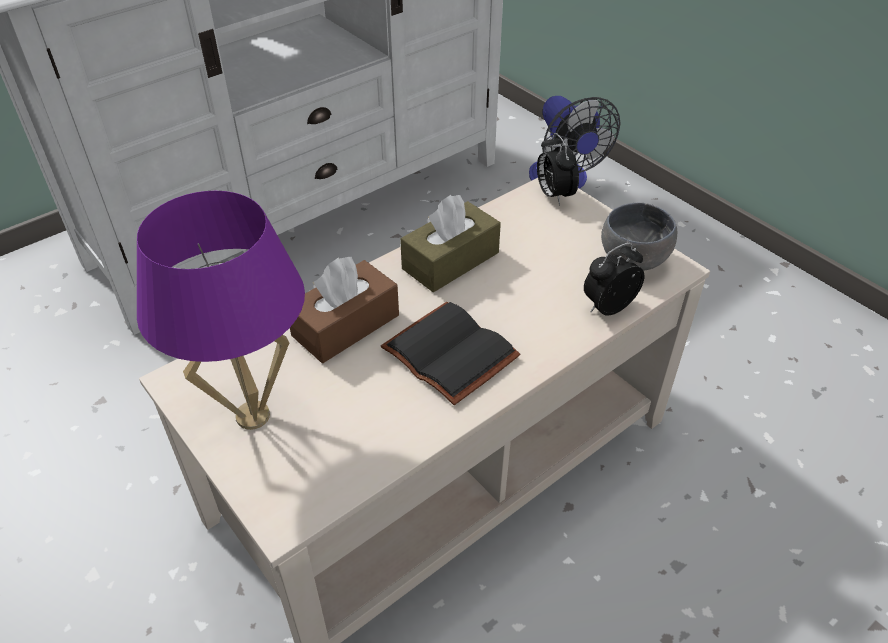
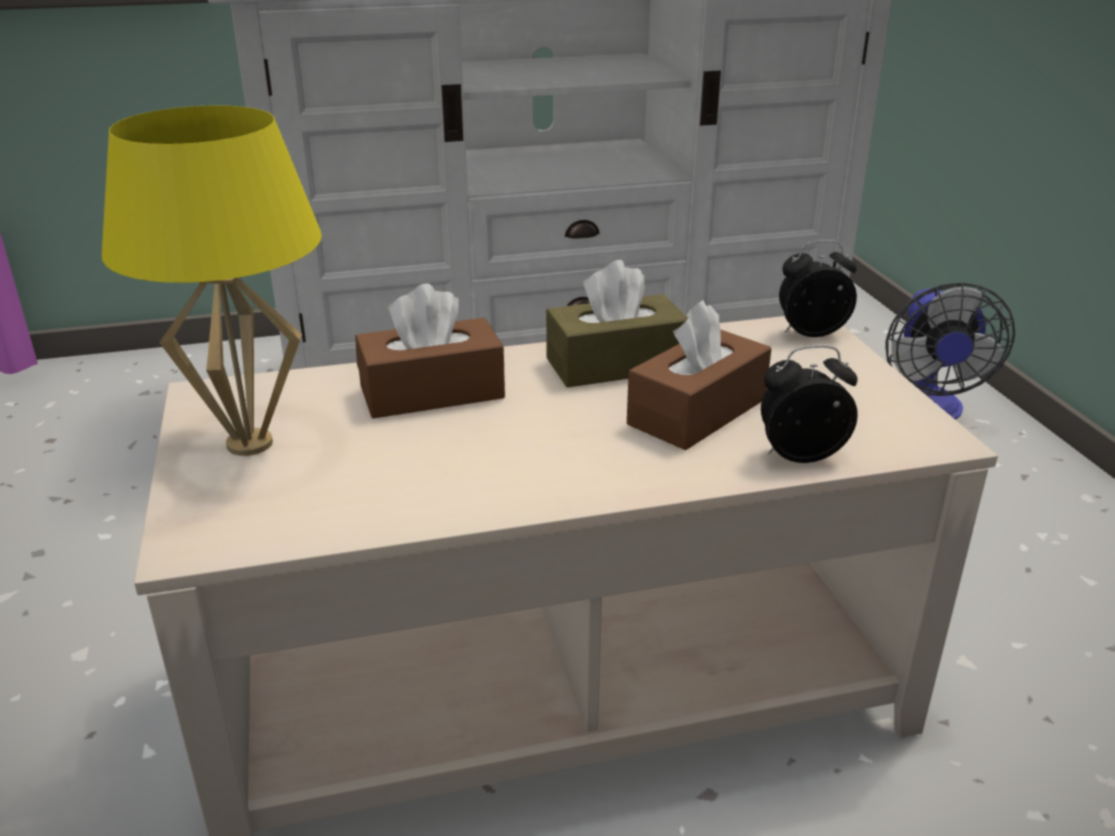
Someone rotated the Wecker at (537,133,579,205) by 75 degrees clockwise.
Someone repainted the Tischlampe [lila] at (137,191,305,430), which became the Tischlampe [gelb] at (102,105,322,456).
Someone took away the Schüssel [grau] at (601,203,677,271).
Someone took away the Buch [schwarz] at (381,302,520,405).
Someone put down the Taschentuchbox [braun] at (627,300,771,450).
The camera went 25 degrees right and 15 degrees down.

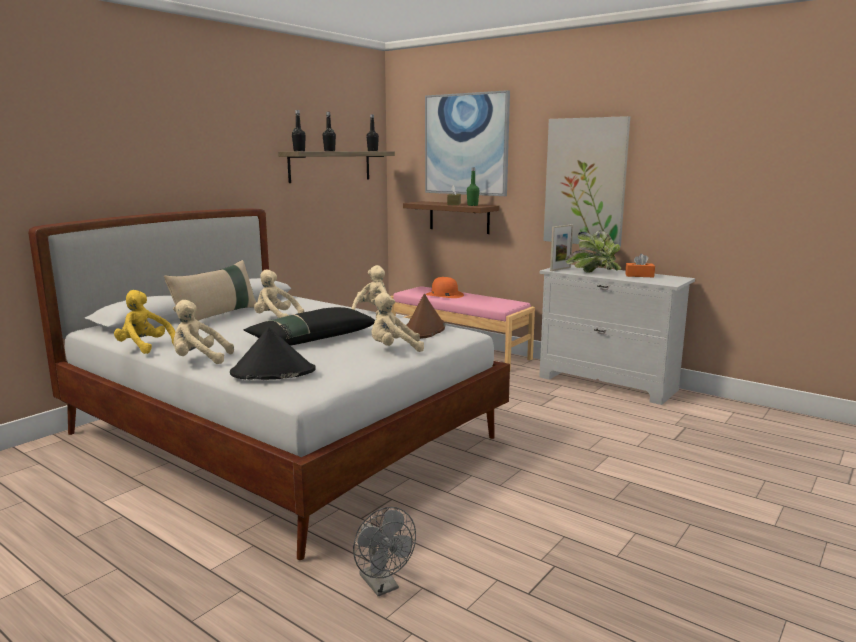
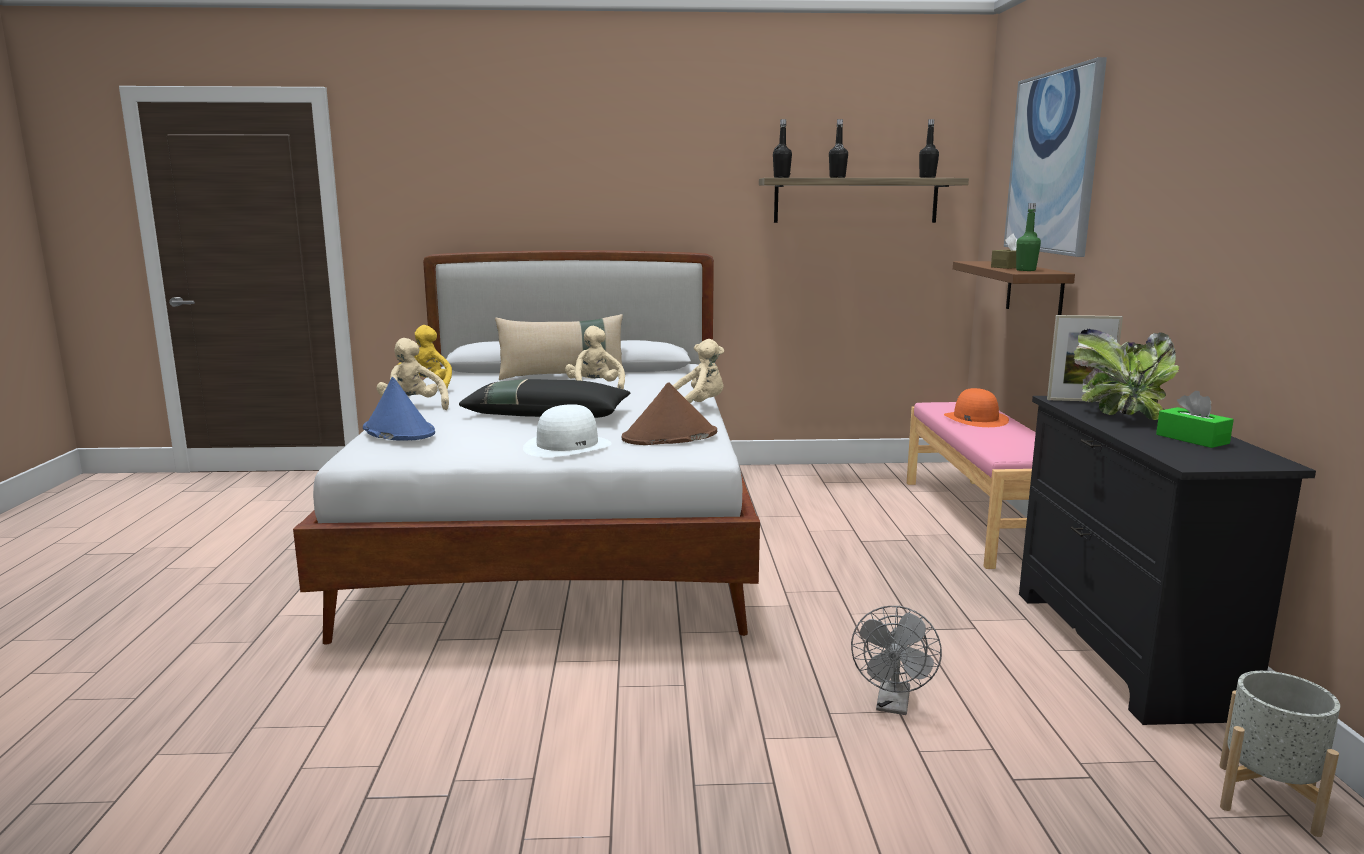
Someone took away the Bild at (543,116,630,247).
Someone repainted the Taschentuchbox [orange] at (625,253,655,277), which became the Taschentuchbox [grün] at (1156,391,1234,448).
Someone repainted the Kommode [weiß] at (539,265,695,405), which became the Kommode [schwarz] at (1019,396,1316,725).
Someone swapped the Plüschtier [beige] at (371,293,424,352) for the Hut [weiß] at (523,404,612,457).
Someone repainted the Hut [schwarz] at (230,327,316,380), which became the Hut [blau] at (363,377,435,440).
Someone carried the Ventilator [grau] from (353,507,416,596) to (851,606,942,715).
Someone put down the Pflanzkübel [grau] at (1219,671,1340,837).
The camera went 50 degrees right and 0 degrees up.

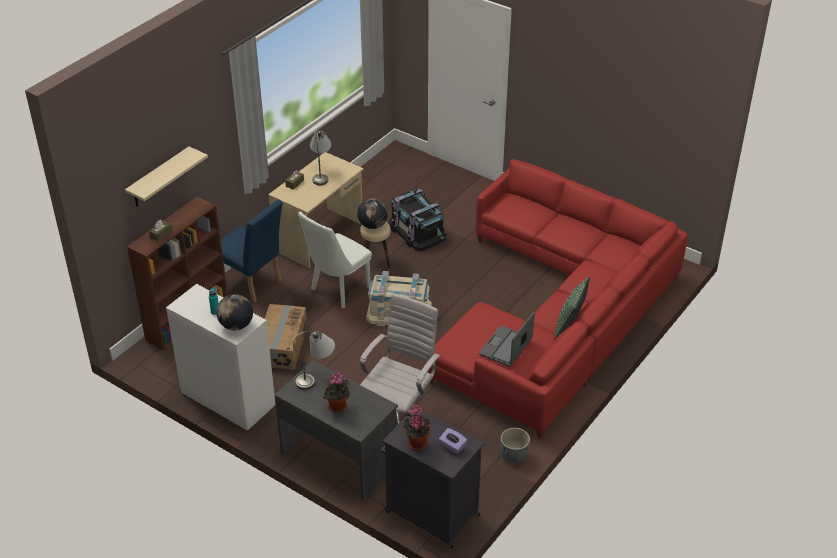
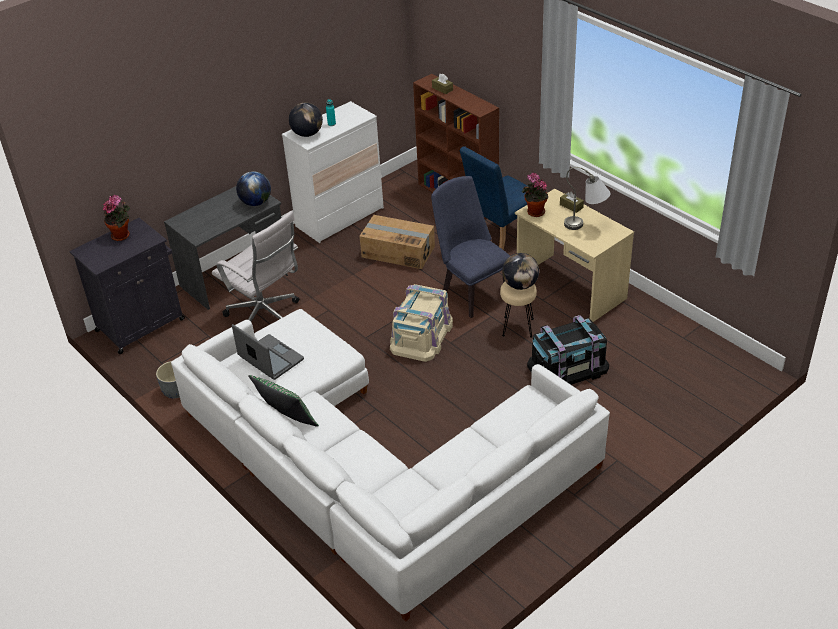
Someone took away the Wandregal [beige] at (125,146,208,206).
Someone repainted the Sofa [rot] at (428,159,688,438), which became the Sofa [weiß] at (171,309,610,622).
Someone repainted the Stuhl [weiß] at (298,212,372,308), which became the Stuhl [blau] at (431,176,510,318).
Someone swapped the Tischlampe [grau] at (293,331,335,390) for the Globus at (236,171,271,206).
Someone carried the Topfpflanze from (323,372,350,413) to (522,172,548,217).
Someone took away the Taschentuchbox [lila] at (439,428,467,454).
The camera went 105 degrees right and 0 degrees up.

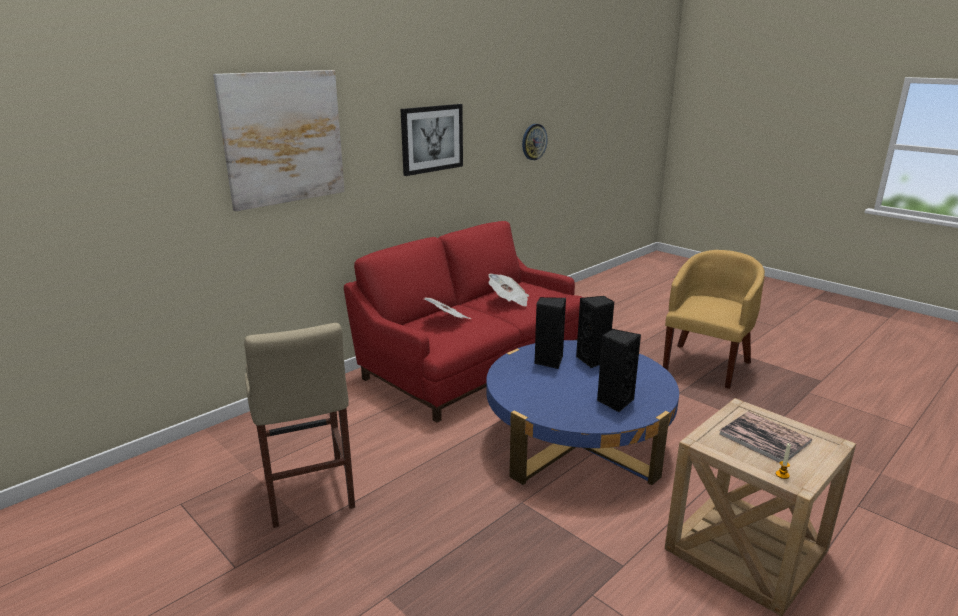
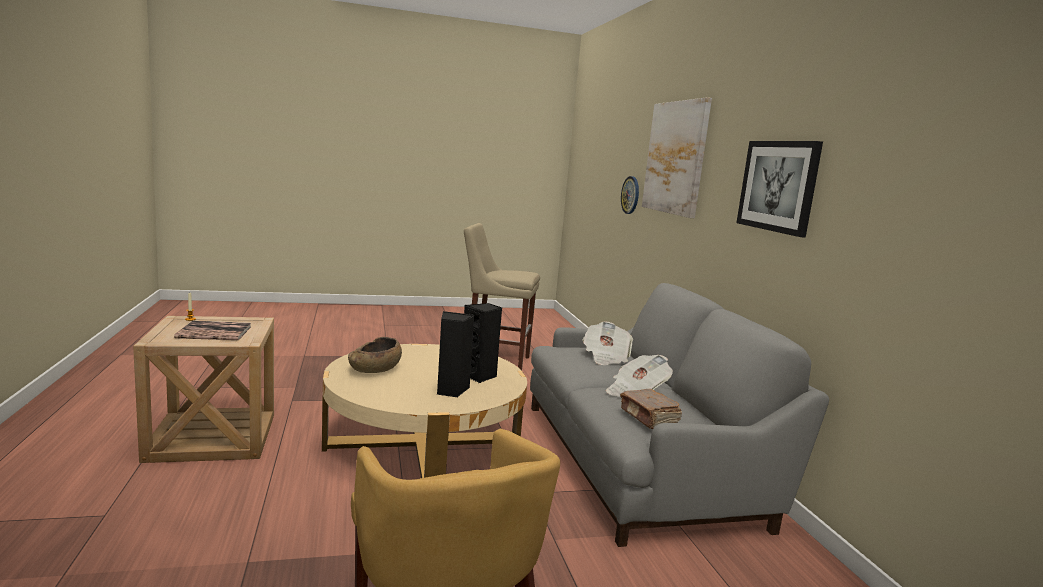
Someone carried the Wanduhr from (522,124,547,160) to (621,176,639,214).
Someone repainted the Sofa [rot] at (344,221,584,423), which became the Sofa [grau] at (530,283,829,547).
Someone swapped the Lautsprecher [schwarz] at (597,329,641,412) for the Schüssel [braun] at (348,337,402,373).
Someone repainted the Couchtisch [blau] at (486,340,679,485), which became the Couchtisch [beige] at (322,344,527,478).
Someone put down the Buch [braun] at (620,389,682,429).
The camera went 120 degrees right and 10 degrees down.

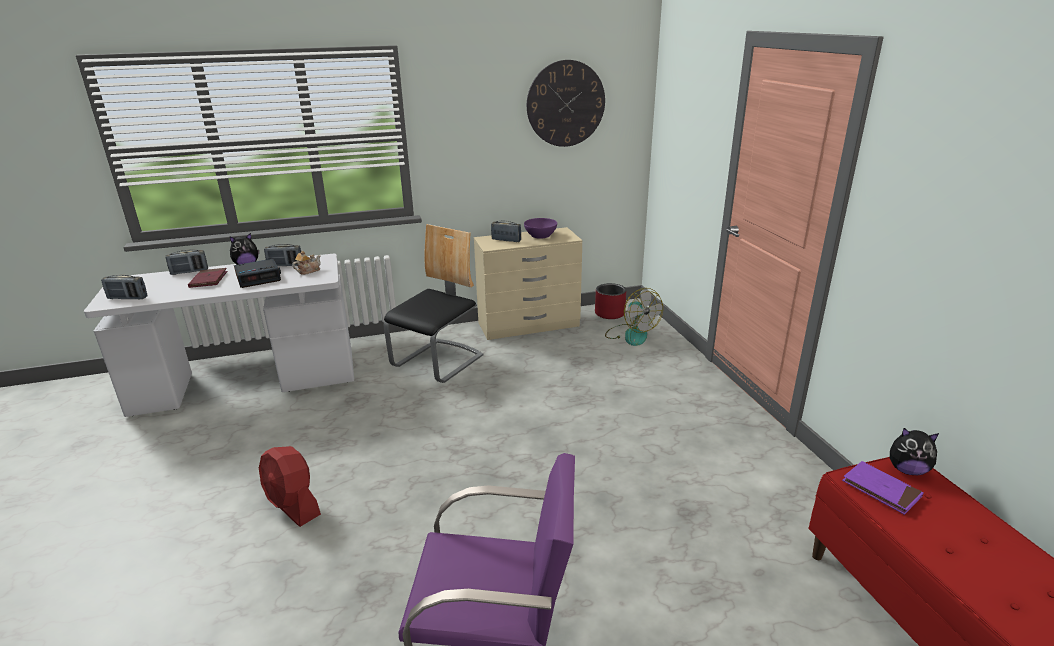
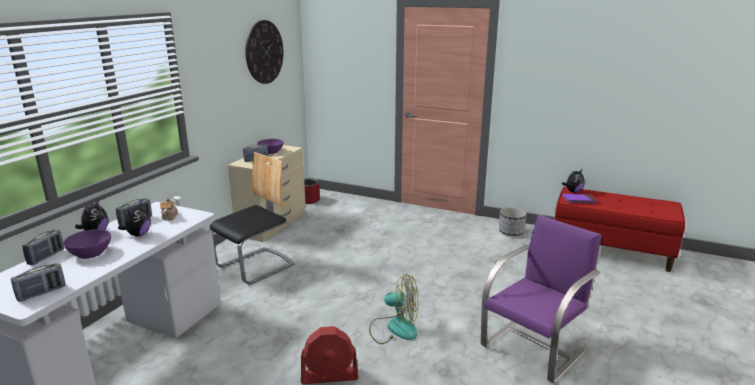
Someone rotated the Stuhl at (384,224,484,383) by 60 degrees clockwise.
Someone swapped the Wecker at (234,259,281,288) for the Plüschtier at (118,201,151,236).
Someone swapped the Buch [rot] at (188,268,228,288) for the Schüssel [lila] at (63,229,111,259).
Someone carried the Ventilator from (605,288,663,346) to (369,274,418,344).
Someone put down the Pflanzkübel at (499,207,527,236).
The camera went 50 degrees left and 5 degrees down.

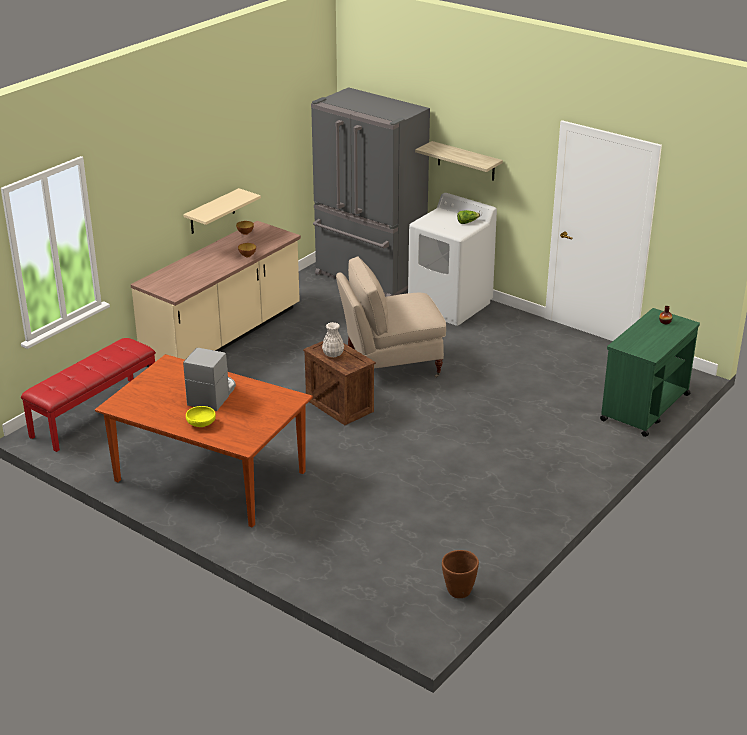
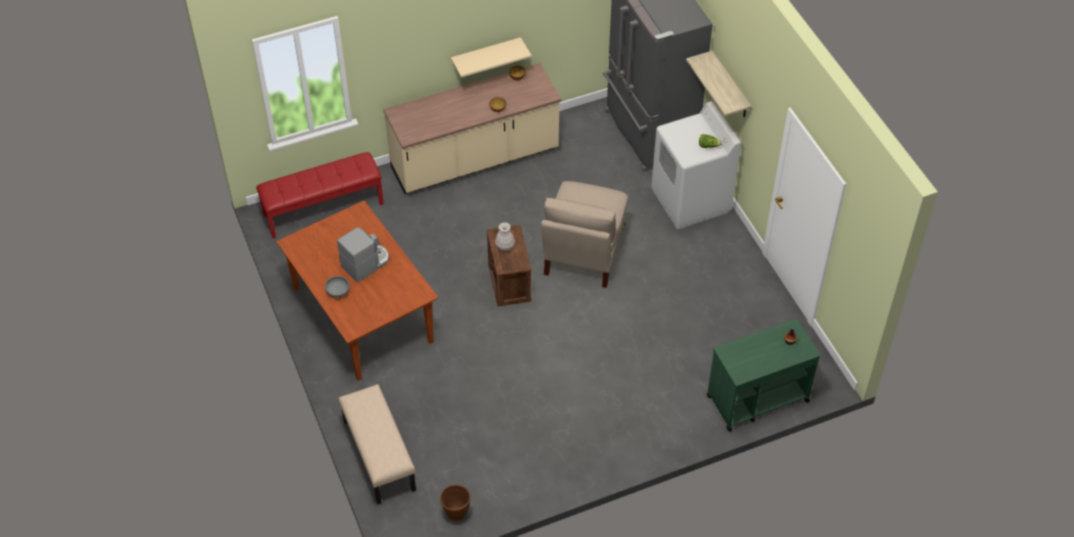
Someone rotated the Stuhl [beige] at (336,256,446,378) by 90 degrees counterclockwise.
Someone repainted the Schüssel [gelb] at (186,406,216,427), which became the Schüssel [grau] at (325,276,350,298).
Someone put down the Bank [beige] at (338,384,416,504).
The camera went 30 degrees right and 20 degrees up.

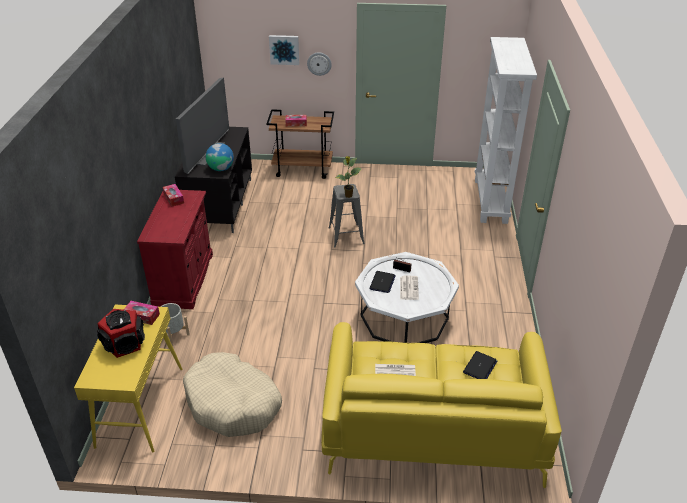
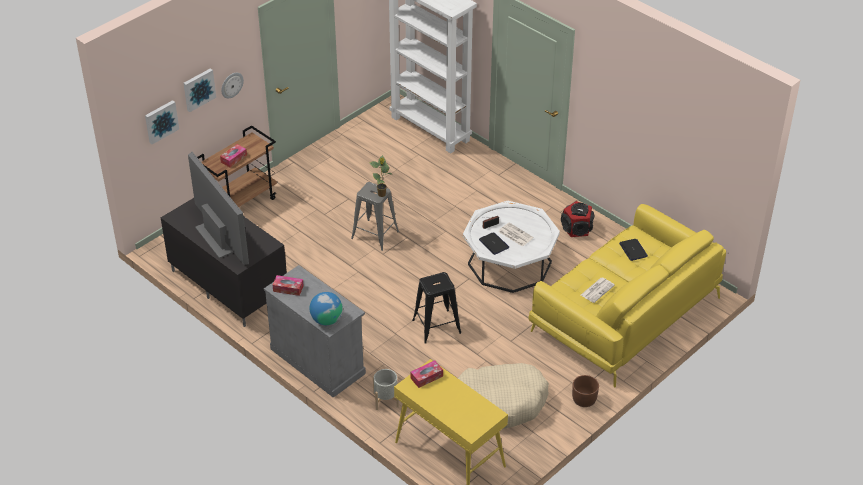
Someone carried the Globus from (206,143,234,171) to (309,292,343,325).
Someone repainted the Schrank [rot] at (137,190,213,309), which became the Schrank [grau] at (264,265,366,398).
Someone carried the Lautsprecher from (97,309,145,358) to (561,201,594,237).
Someone put up the Bild at (145,100,179,144).
Someone put down the Hocker [schwarz] at (412,272,461,343).
Someone put down the Pflanzkübel [braun] at (572,375,599,407).
The camera went 50 degrees left and 5 degrees up.

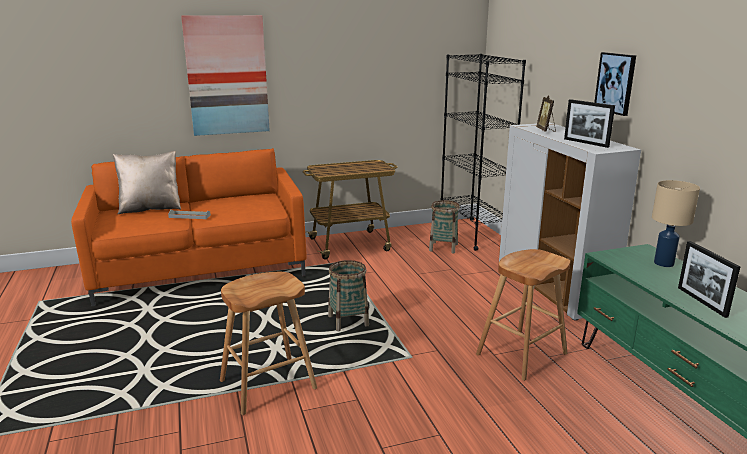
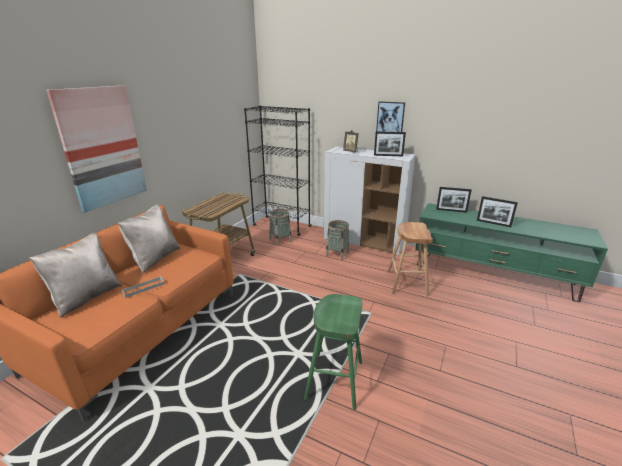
Someone swapped the Tischlampe [beige] at (652,180,700,267) for the Bilderrahmen at (436,187,472,213).
Someone carried the Korb from (328,260,369,331) to (325,220,349,260).
Someone repainted the Hocker [braun] at (220,272,317,415), which became the Hocker [grün] at (304,294,362,410).
Someone put down the Kissen [beige] at (118,204,180,273).
The camera went 45 degrees left and 5 degrees up.

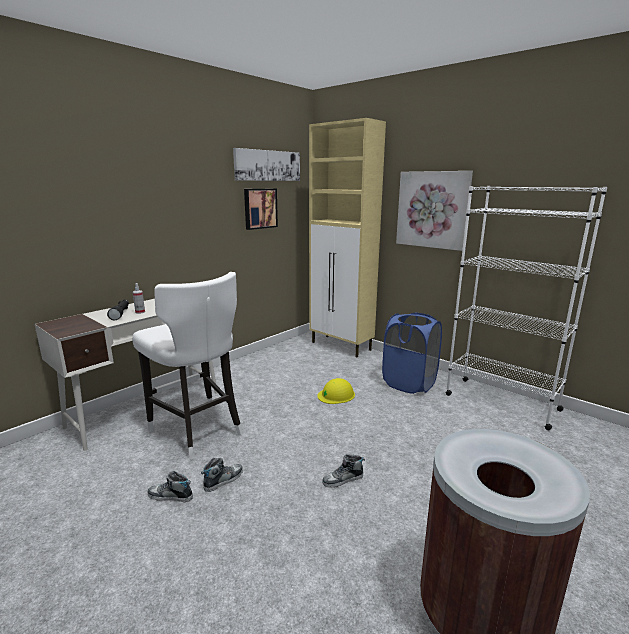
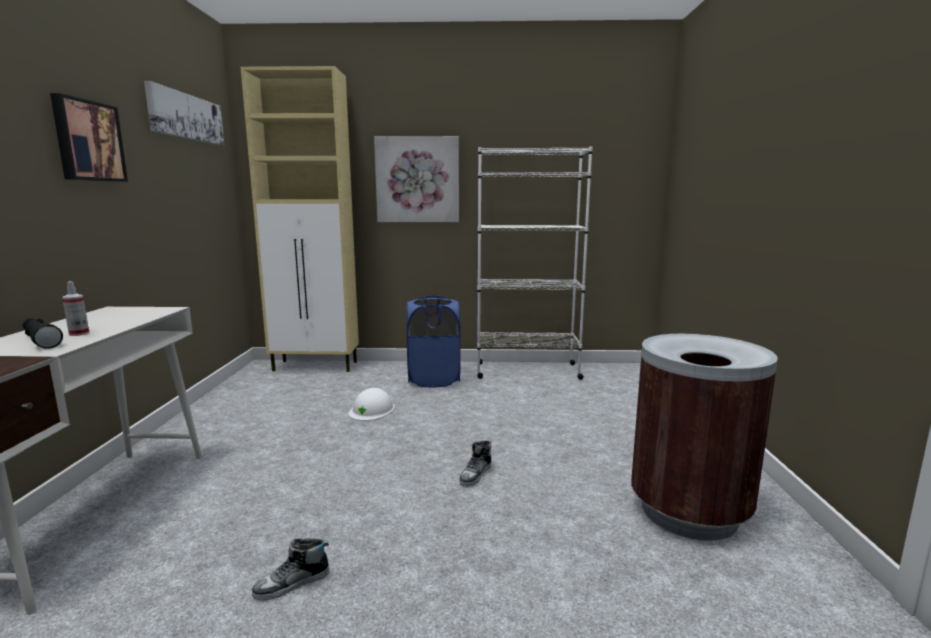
Someone carried the Bild from (244,189,278,230) to (50,93,128,182).
Someone took away the Hocker [weiß] at (132,272,243,460).
Someone repainted the Schutzhelm [gelb] at (317,378,355,404), which became the Schutzhelm [weiß] at (348,388,394,421).
Someone took away the Schuh at (201,458,243,492).
The camera went 40 degrees left and 5 degrees down.

